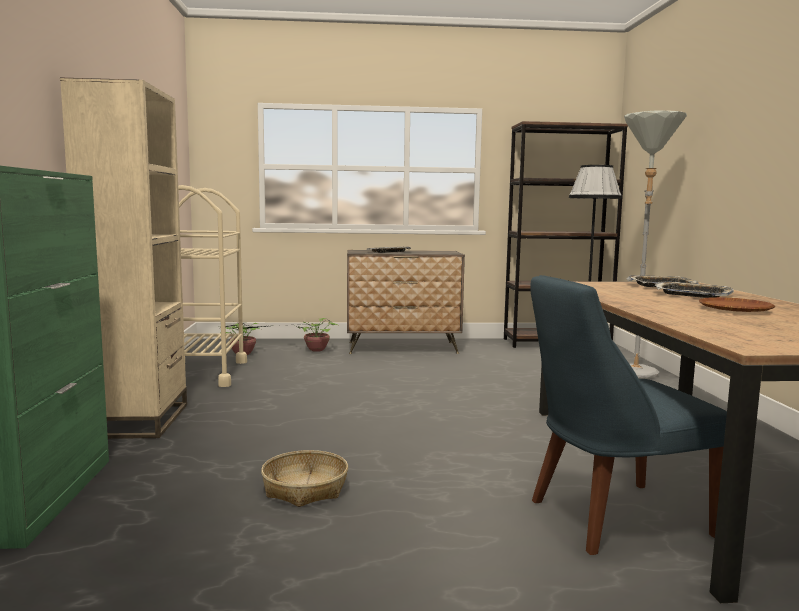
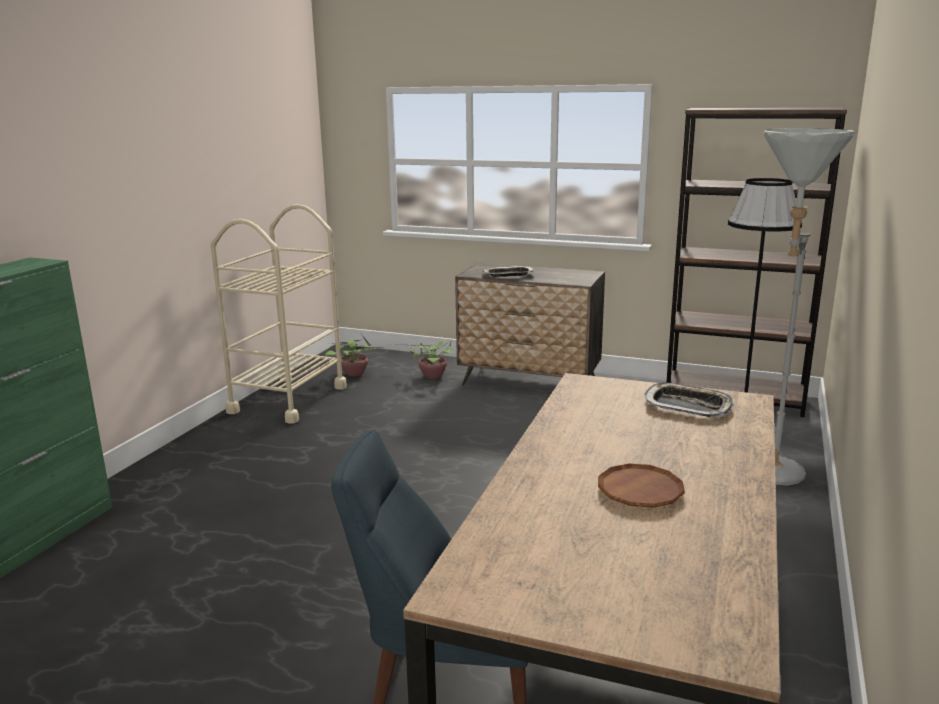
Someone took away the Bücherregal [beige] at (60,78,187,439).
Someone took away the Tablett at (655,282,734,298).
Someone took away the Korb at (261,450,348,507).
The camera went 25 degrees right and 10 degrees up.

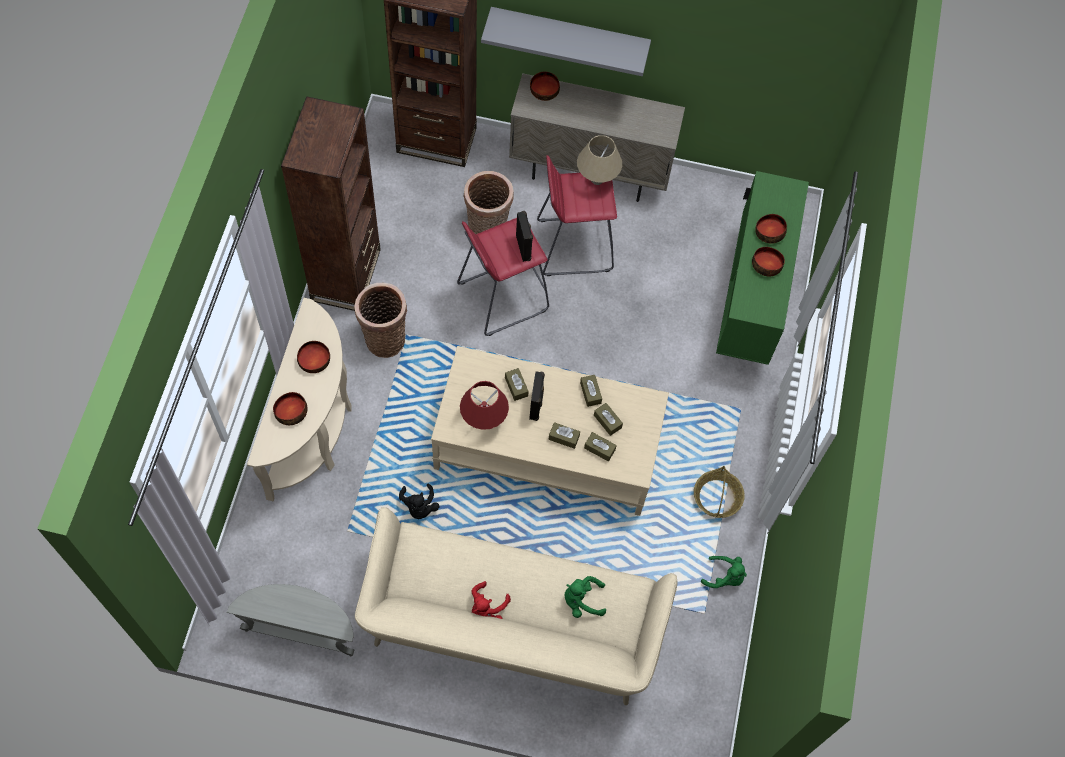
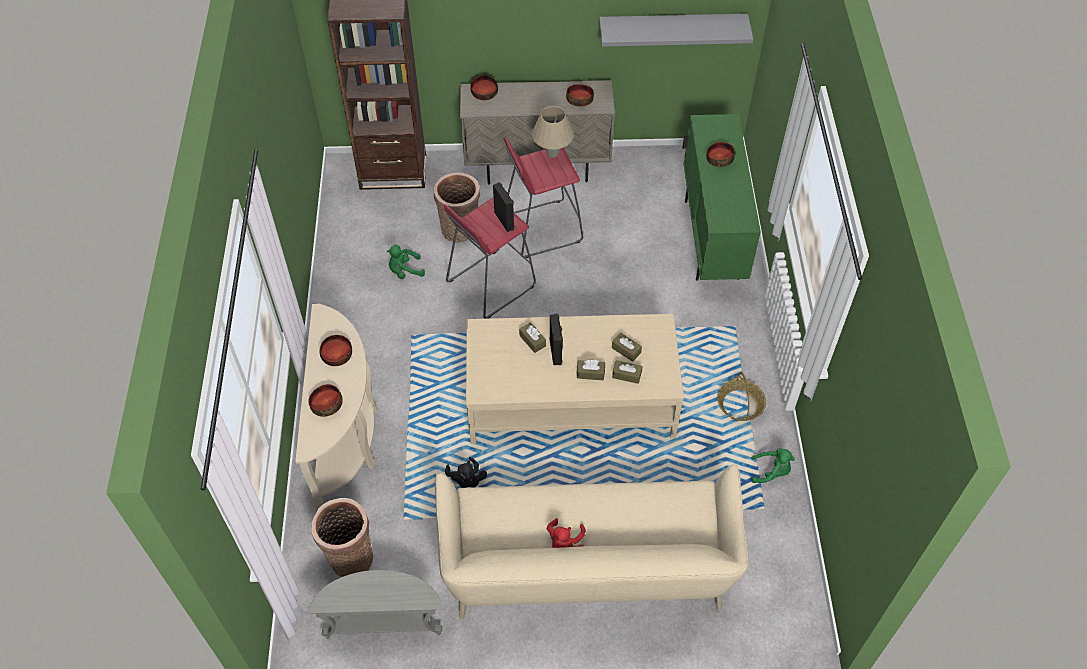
Someone carried the Wandregal [grau] from (481,7,651,76) to (599,14,753,47).
Someone took away the Bücherregal [braun] at (281,96,381,311).
Someone carried the Schüssel from (752,247,785,276) to (566,84,594,107).
Someone carried the Korb from (354,283,407,358) to (311,498,373,577).
Someone took away the Taschentuchbox [braun] at (580,375,602,407).
Someone took away the Tischlampe [rot] at (460,381,509,430).
Someone carried the Plüschtier [grün] from (565,576,606,618) to (387,245,425,279).
The camera went 10 degrees left and 10 degrees down.

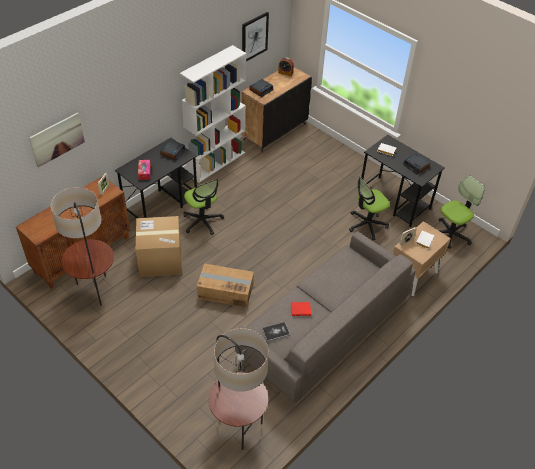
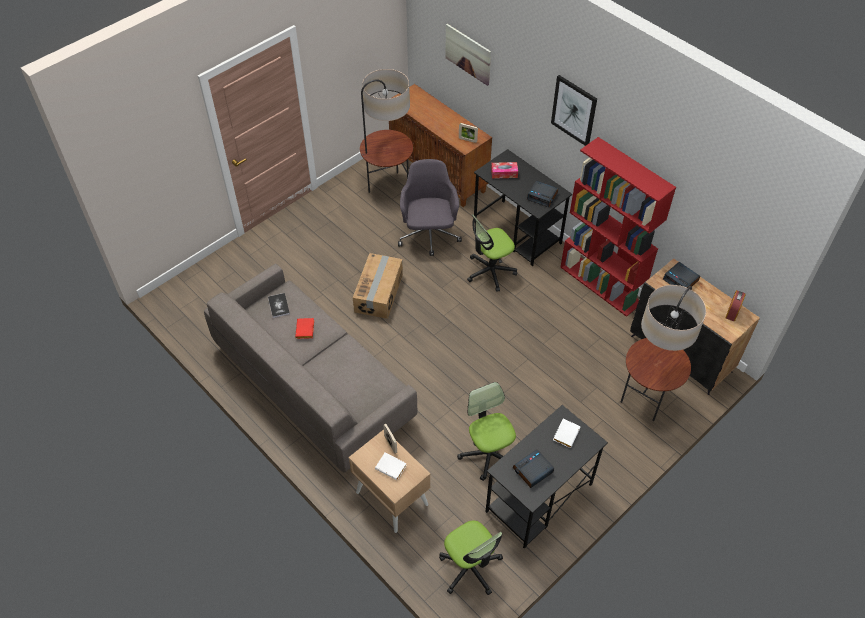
Someone carried the Bild from (242,12,269,61) to (551,75,597,146).
Someone repainted the Bücherregal [weiß] at (180,45,246,183), which became the Bücherregal [rot] at (560,137,676,317).
Someone swapped the Karton at (136,216,182,277) for the Bürostuhl [grau] at (398,159,462,256).
Someone carried the Stehlampe from (208,328,268,450) to (621,285,706,421).
The camera went 95 degrees right and 5 degrees up.

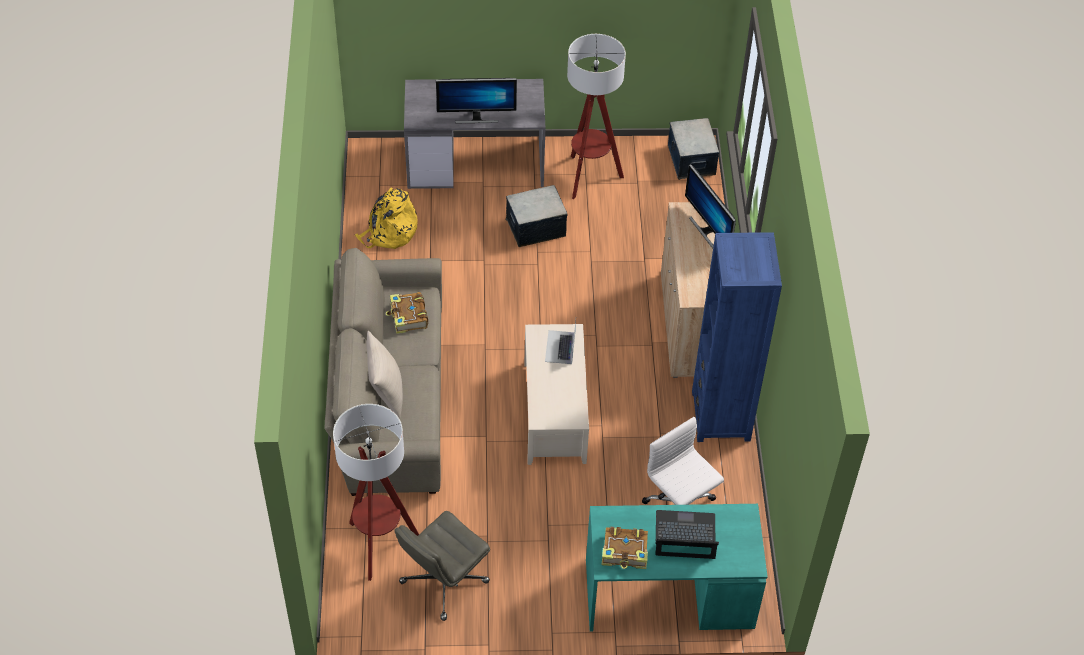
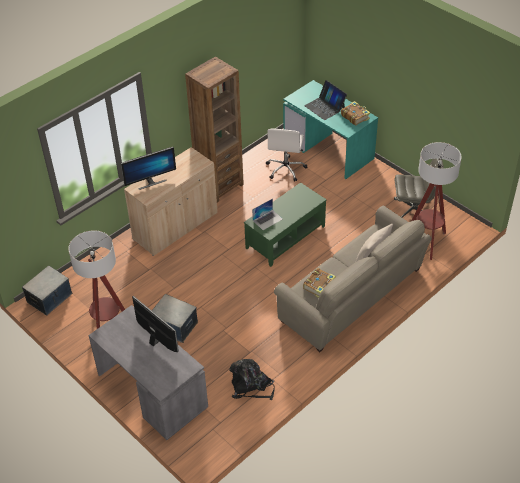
Someone rotated the Monitor at (685,164,736,248) by 45 degrees clockwise.
Someone repainted the Rucksack [gelb] at (355,187,418,249), which became the Rucksack [schwarz] at (229,359,275,400).
Someone repainted the Bücherregal [blau] at (692,232,782,442), which became the Bücherregal [braun] at (185,57,244,202).
Someone repainted the Couchtisch [beige] at (525,324,589,465), which became the Couchtisch [grün] at (244,183,327,267).
The camera went 130 degrees left and 5 degrees down.

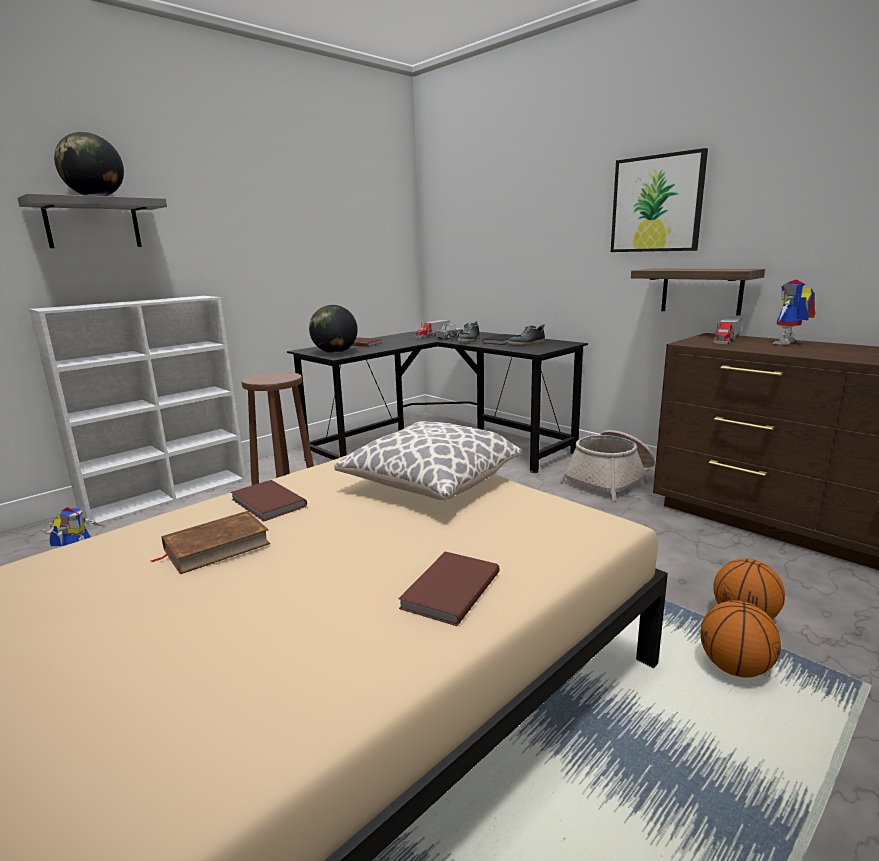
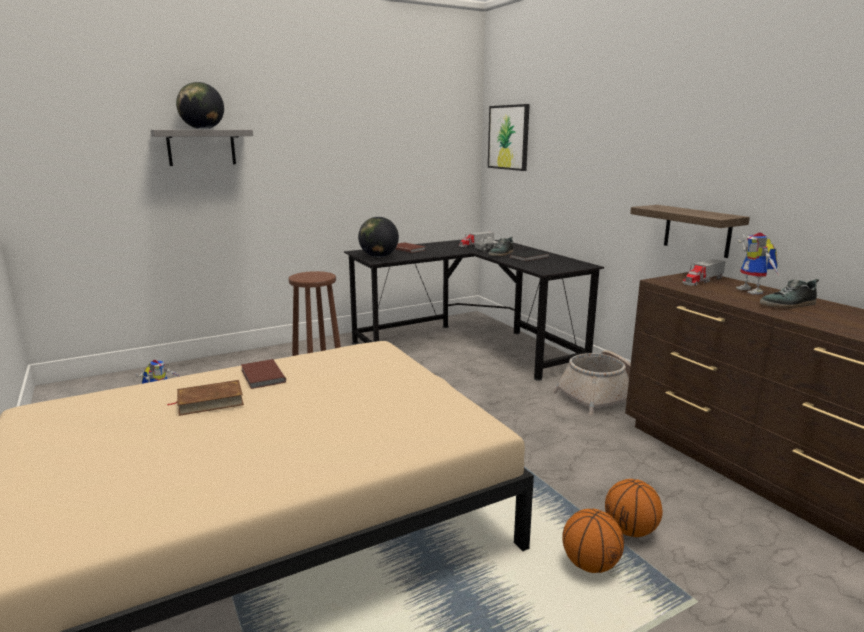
Someone carried the Bild from (611,148,708,252) to (488,104,530,171).
Someone rotated the Spielzeugroboter at (773,280,815,345) by 75 degrees counterclockwise.
Someone took away the Bücherregal [weiß] at (29,296,246,527).
Someone carried the Schuh from (507,324,545,345) to (760,279,819,309).
Someone took away the Kissen at (334,421,522,501).
Someone took away the Buch [braun] at (398,551,500,626).
The camera went 15 degrees right and 0 degrees up.

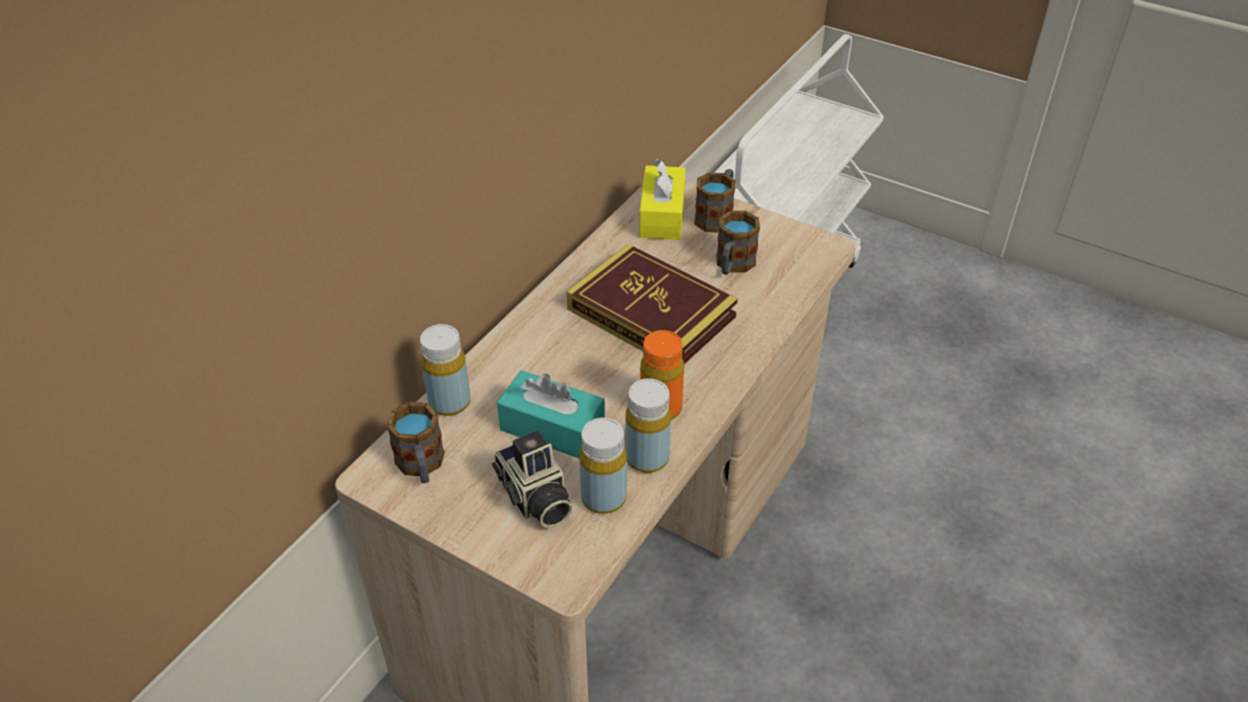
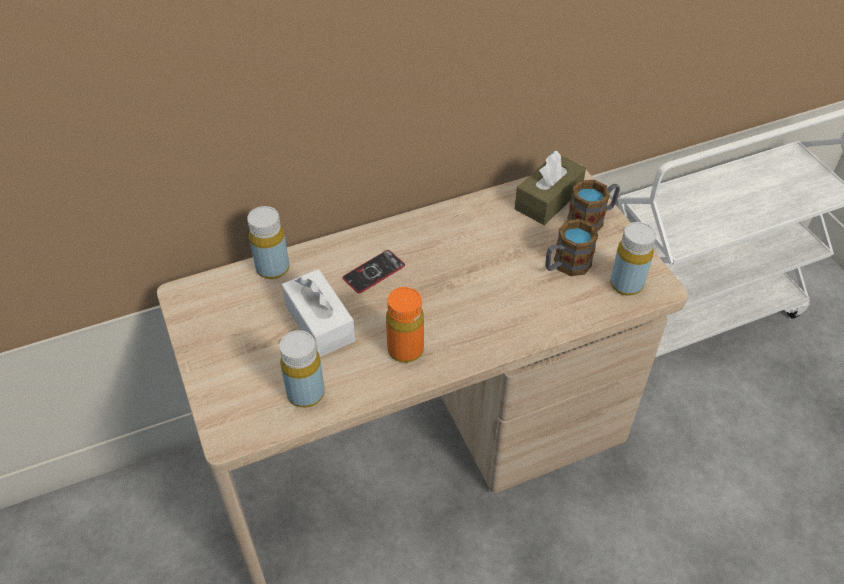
Someone repainted the Taschentuchbox [gelb] at (639,159,686,240), which became the Taschentuchbox [braun] at (514,151,586,225).
Someone took away the Buch at (567,244,738,364).
Someone repainted the Taschentuchbox [türkis] at (497,370,605,458), which became the Taschentuchbox [weiß] at (282,269,355,357).
Someone carried the Flasche [gelb] from (625,378,671,473) to (610,222,656,296).
Someone took away the Henkelbecher at (386,402,445,483).
Someone took away the Kamera at (492,431,573,528).
Someone put down the Handy at (342,250,405,294).
The camera went 35 degrees right and 5 degrees up.

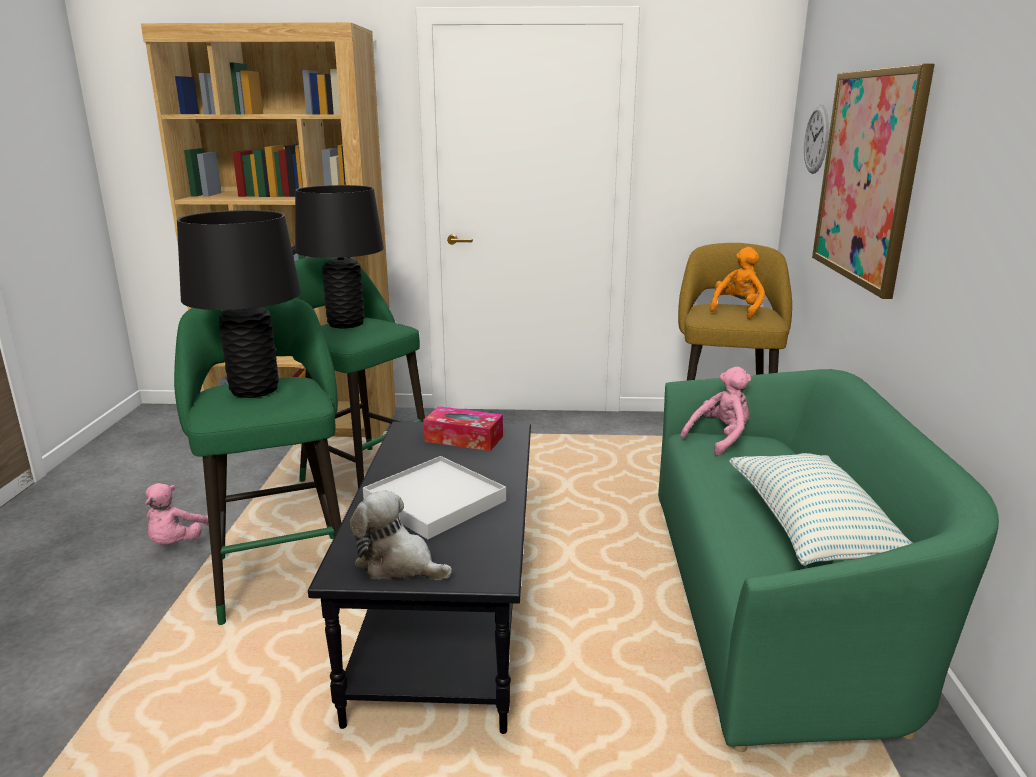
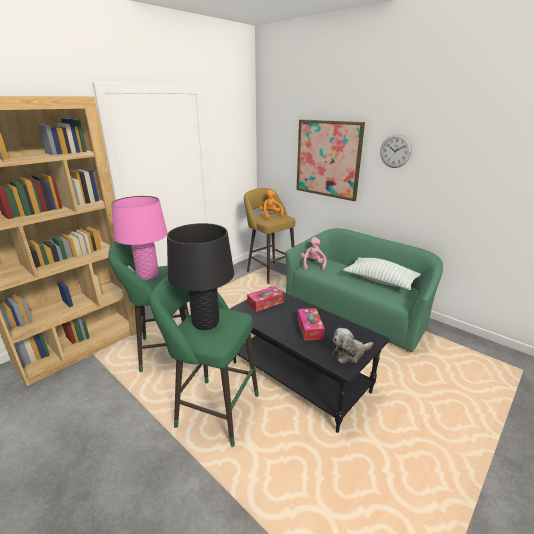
Someone carried the Wanduhr from (804,105,829,174) to (380,134,412,168).
Someone repainted the Tischlampe [schwarz] at (295,185,384,329), which became the Tischlampe [rosa] at (111,196,167,280).
Someone swapped the Tablett [weiß] at (363,456,506,539) for the Taschentuchbox at (298,308,325,341).
Someone took away the Plüschtier [rosa] at (145,483,209,545).
The camera went 50 degrees left and 5 degrees up.

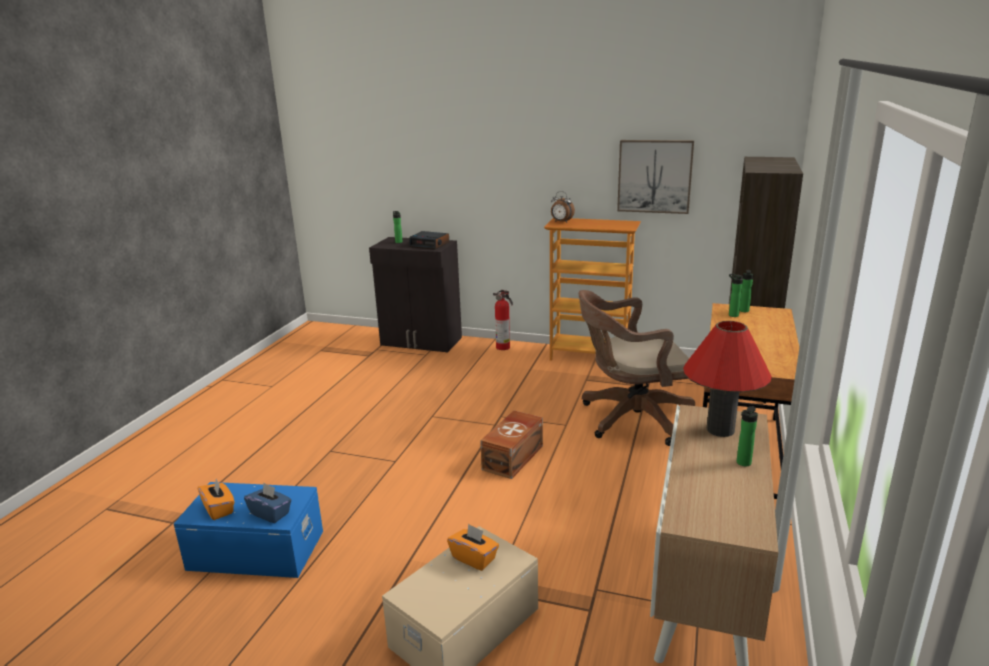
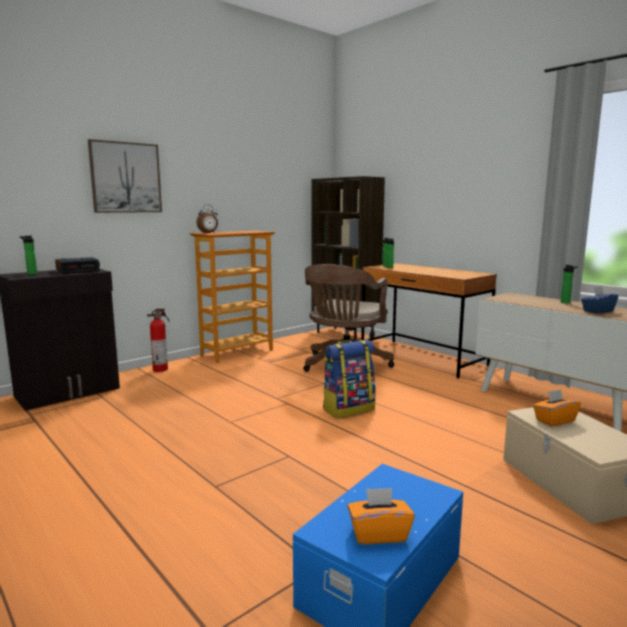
Someone carried the Bild from (617,140,694,214) to (88,139,162,213).
Someone took away the Tischlampe [rot] at (683,321,772,437).
Someone swapped the Aufbewahrungsbox [braun] at (480,410,543,479) for the Rucksack at (323,340,375,419).
Someone carried the Taschentuchbox [blau] from (244,483,292,523) to (581,286,618,314).
The camera went 60 degrees left and 10 degrees down.

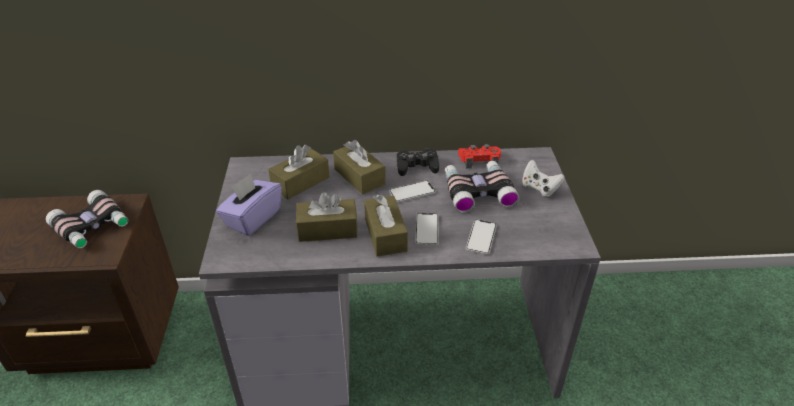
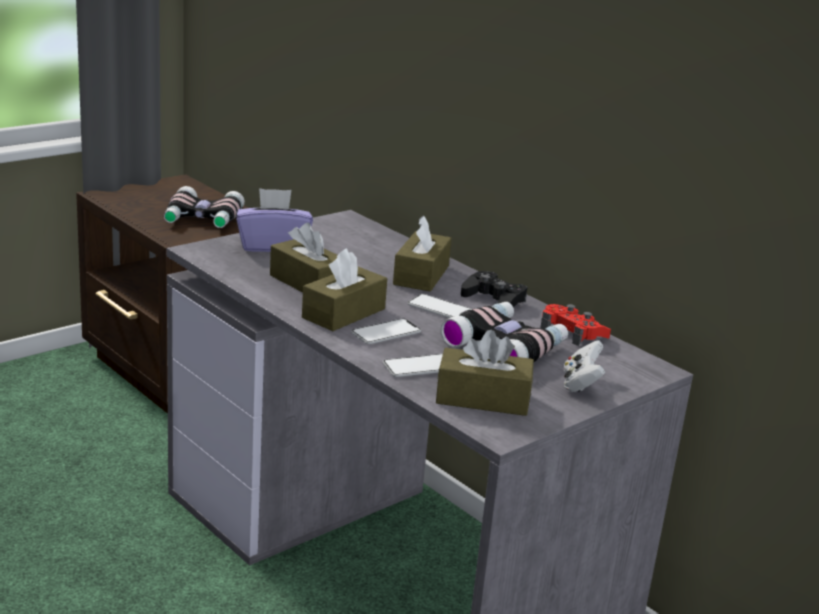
Someone carried the Taschentuchbox [braun] from (268,145,330,200) to (436,330,534,416).
The camera went 50 degrees right and 15 degrees down.

